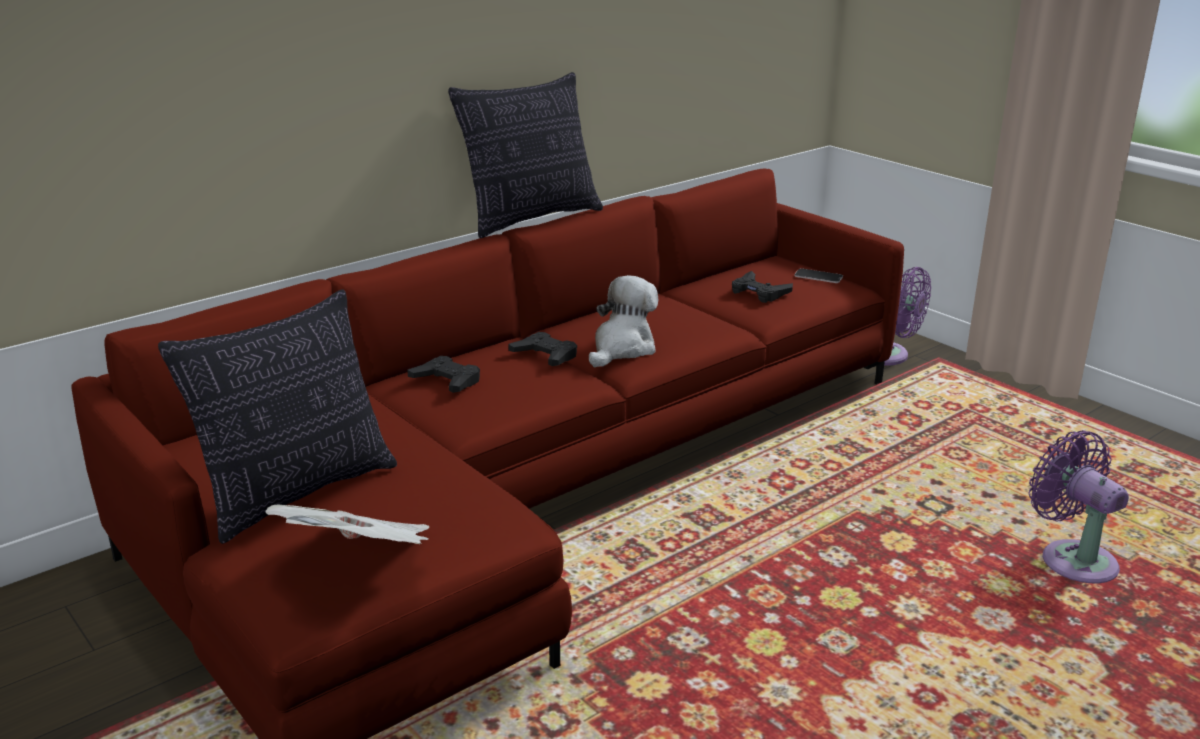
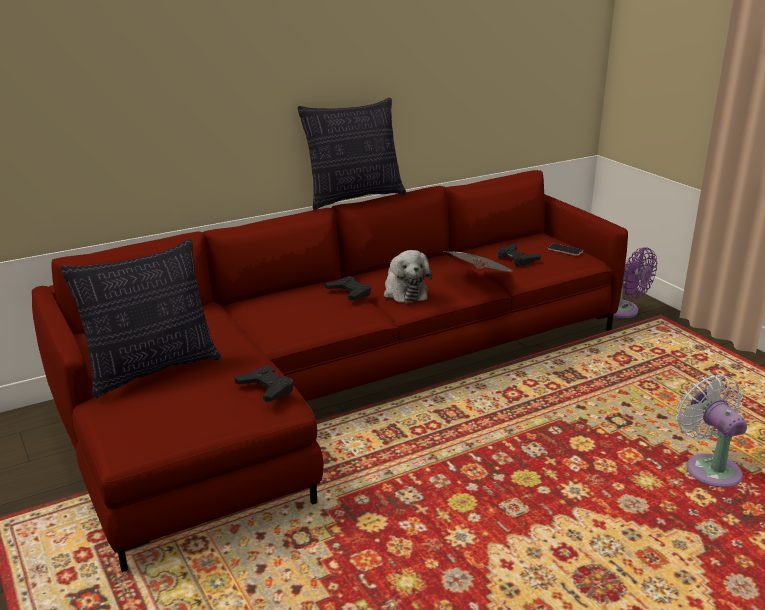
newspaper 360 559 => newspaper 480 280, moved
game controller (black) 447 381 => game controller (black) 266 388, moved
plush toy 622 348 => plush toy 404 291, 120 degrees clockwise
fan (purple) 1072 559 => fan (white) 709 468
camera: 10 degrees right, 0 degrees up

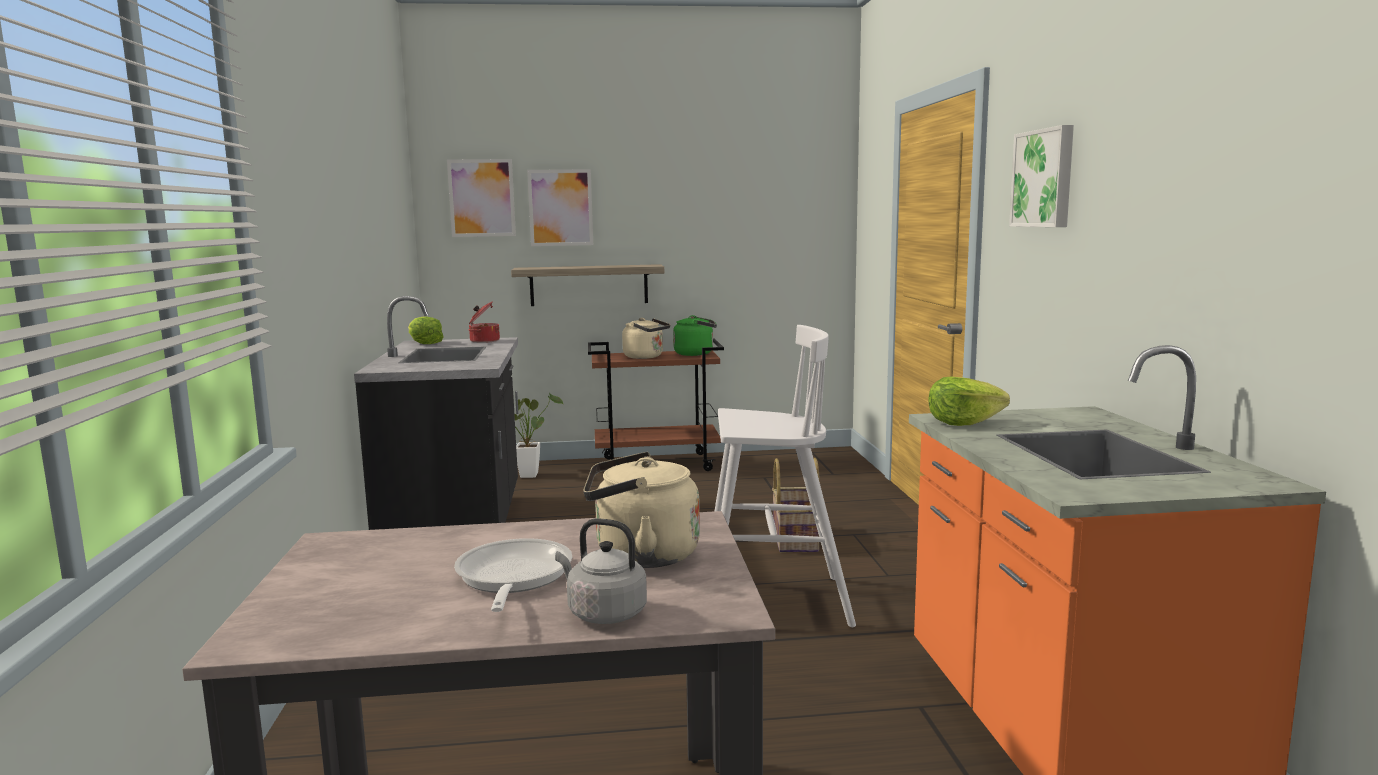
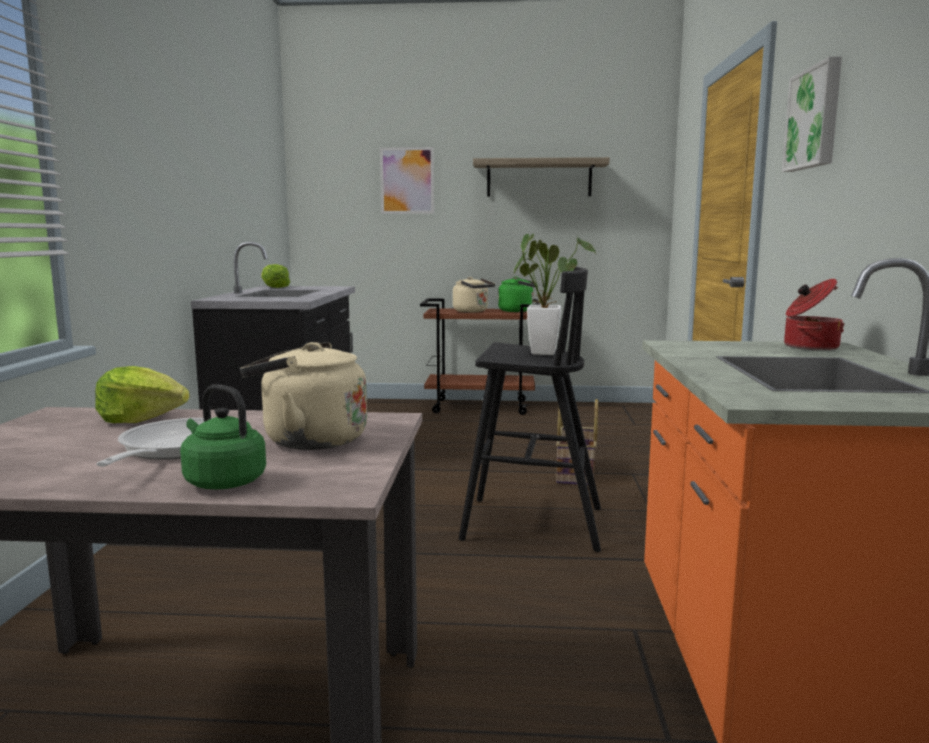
picture 481 198 => nothing
cooking pot 484 341 => cooking pot 809 347, moved
shelf 589 285 => shelf 539 178, moved
potted plant 530 474 => potted plant 544 351, moved
kettle (grey) 603 613 => kettle (green) 222 481
stool (white) 771 602 => stool (black) 529 523
lettuce 963 422 => lettuce 142 419, moved
camera: 10 degrees right, 0 degrees up

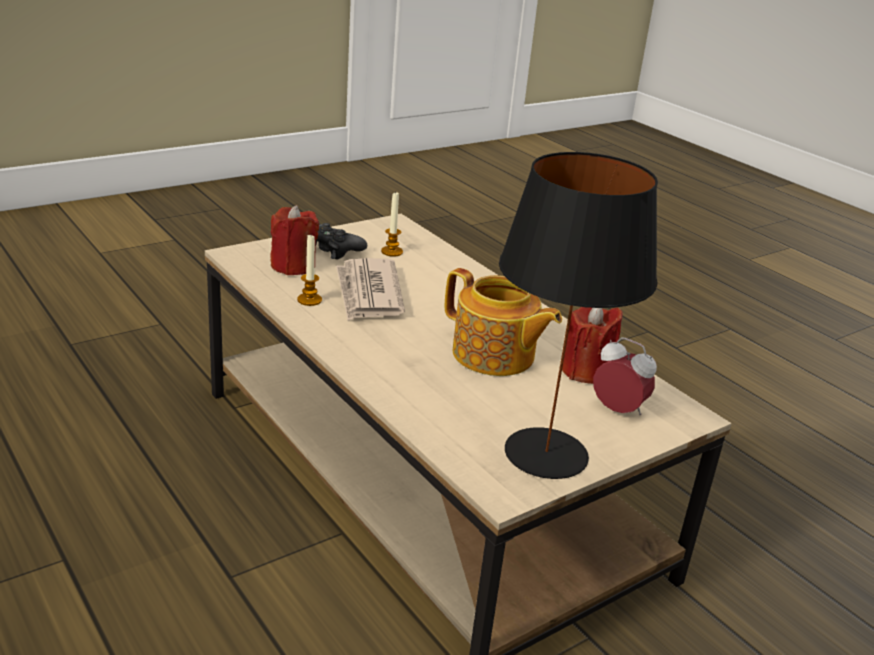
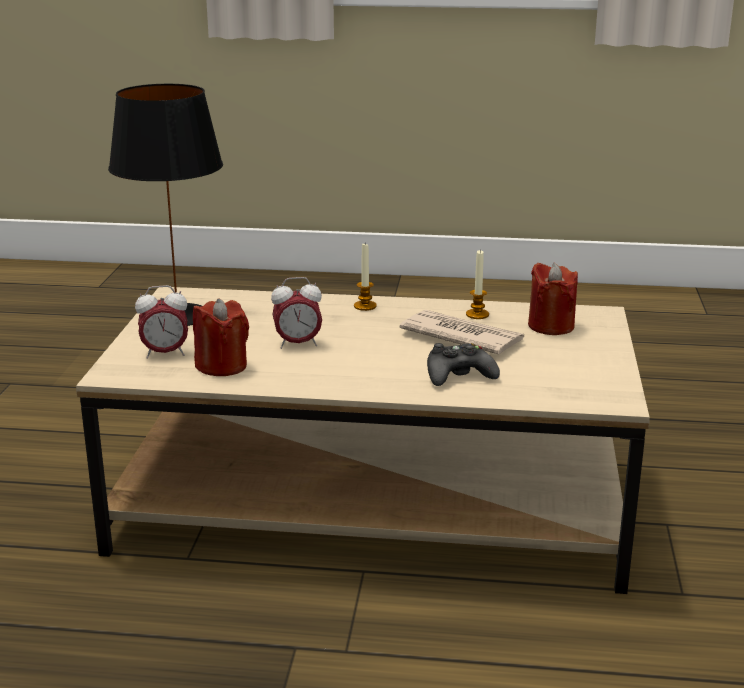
game controller (black) 332 249 => game controller (black) 459 375, moved
candle 392 252 => candle 365 306, moved
teapot 494 356 => alarm clock 298 344
camera: 135 degrees right, 5 degrees down

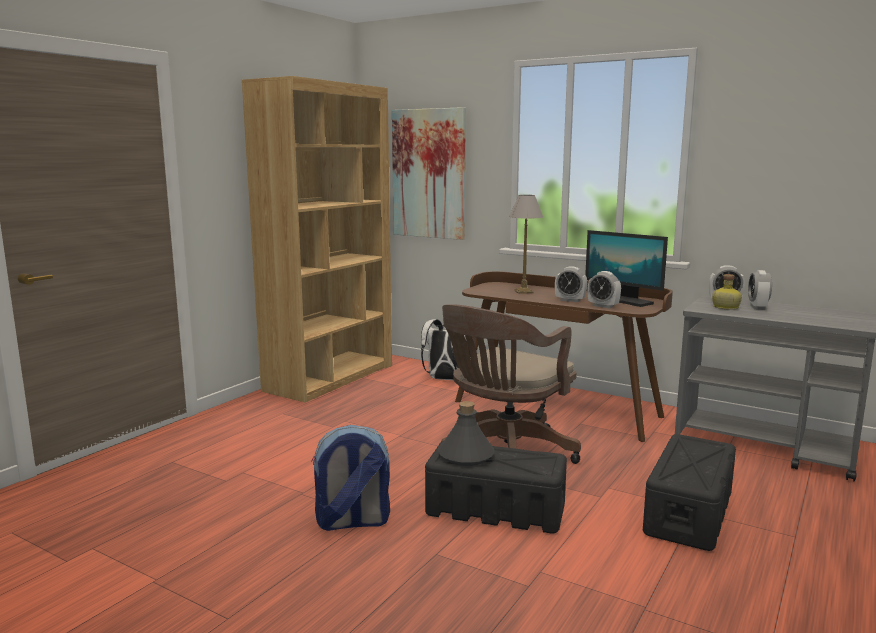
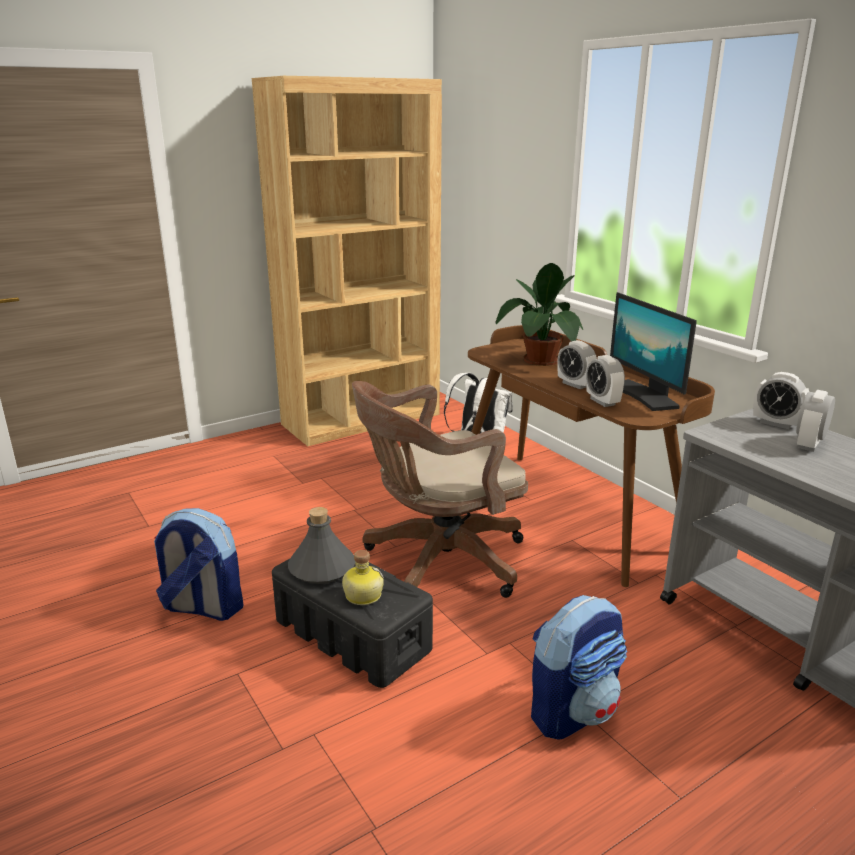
picture 429 174 => nothing
table lamp 523 291 => potted plant 540 360
storage box (black) 689 512 => backpack 573 710
bottle 725 307 => bottle 362 595, moved
camera: 25 degrees right, 10 degrees up

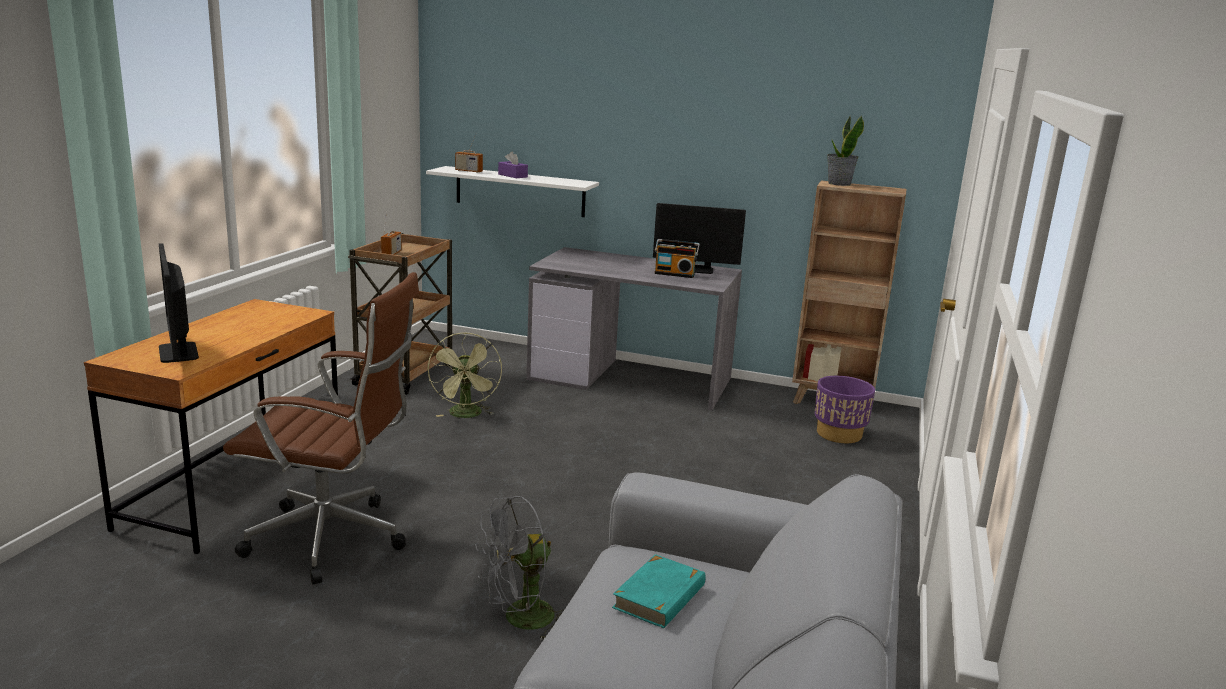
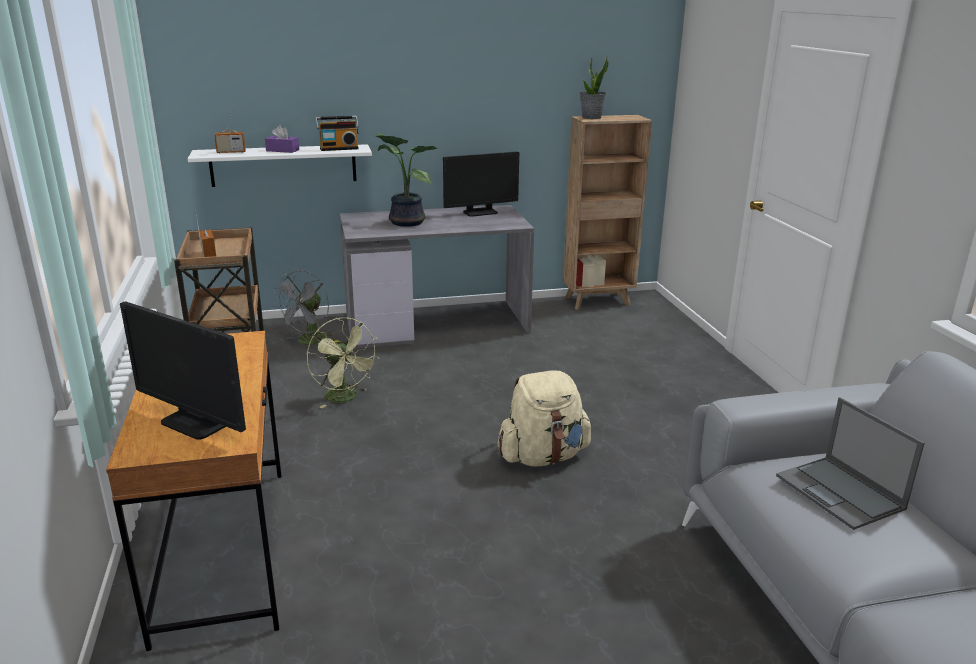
office chair (brown) 334 540 => nothing
fan (grey) 520 620 => fan (grey) 309 342, moved
book (turquoise) 660 596 => laptop 841 493
radio 674 274 => radio 339 148, moved
planter (purple) 839 434 => nothing
nothing => potted plant 404 222
nothing => backpack (beige) 543 456
camera: 30 degrees left, 5 degrees up

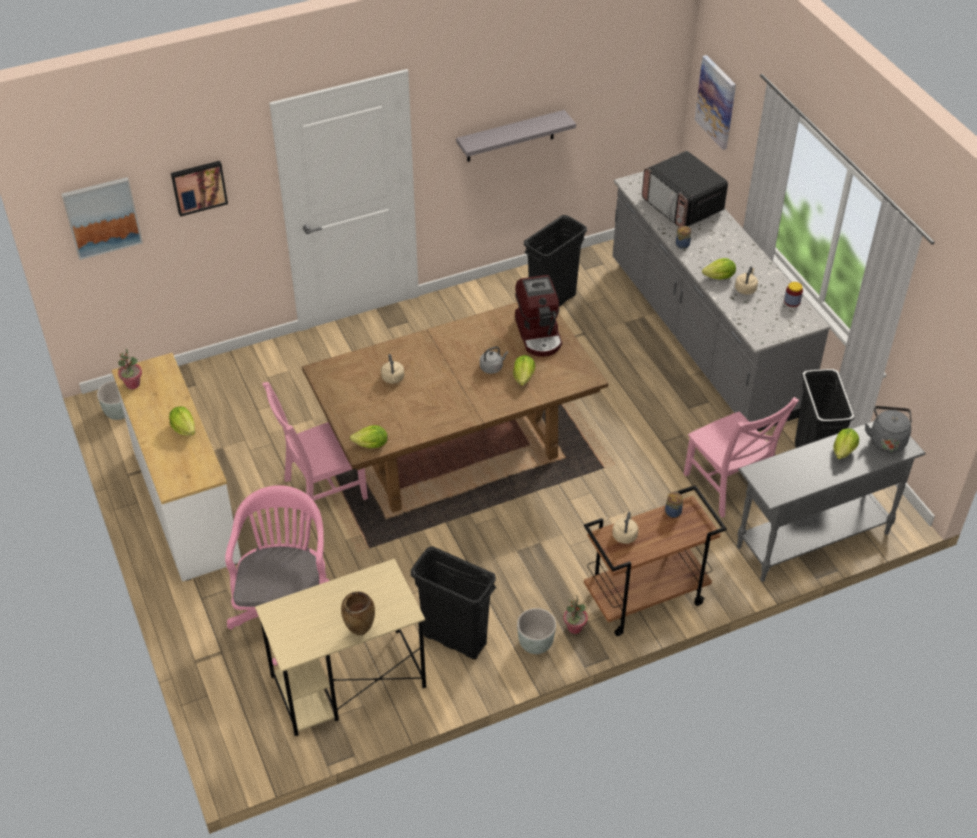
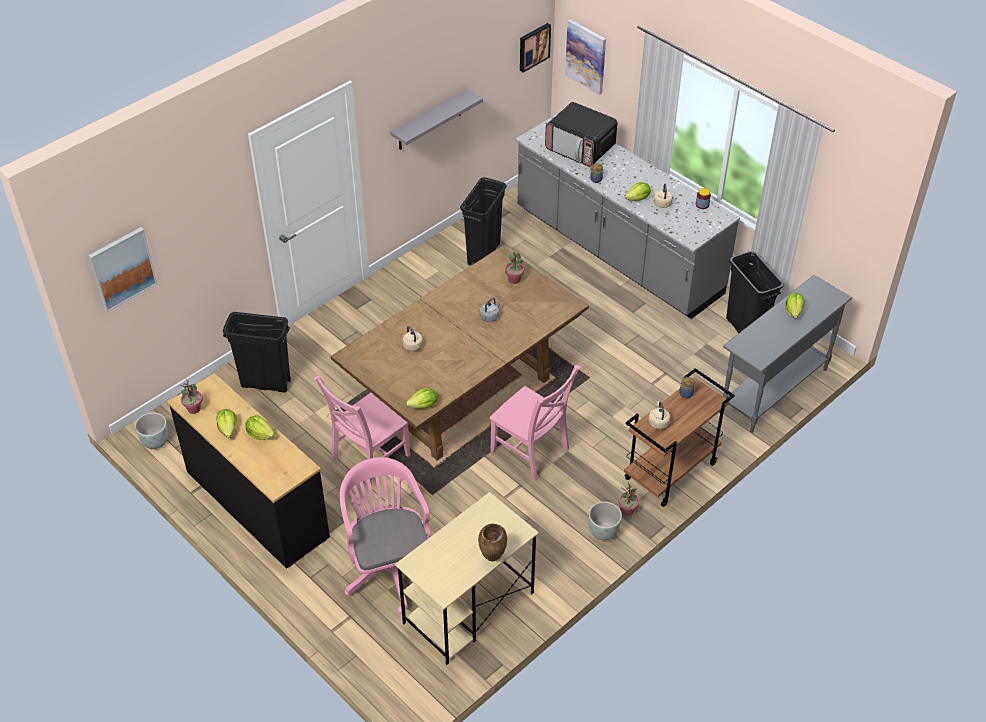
dresser (white) 185 506 => dresser (black) 256 504
picture 198 187 => picture 533 46, moved
trash can (black) 454 639 => trash can (black) 265 383, moved
lettuce 523 377 => lettuce 228 429, moved
coffee machine 539 334 => potted plant 514 280
chair (pink) 729 486 => chair (pink) 532 452, moved
kettle (grey) 886 440 => nothing
camera: 20 degrees left, 0 degrees up

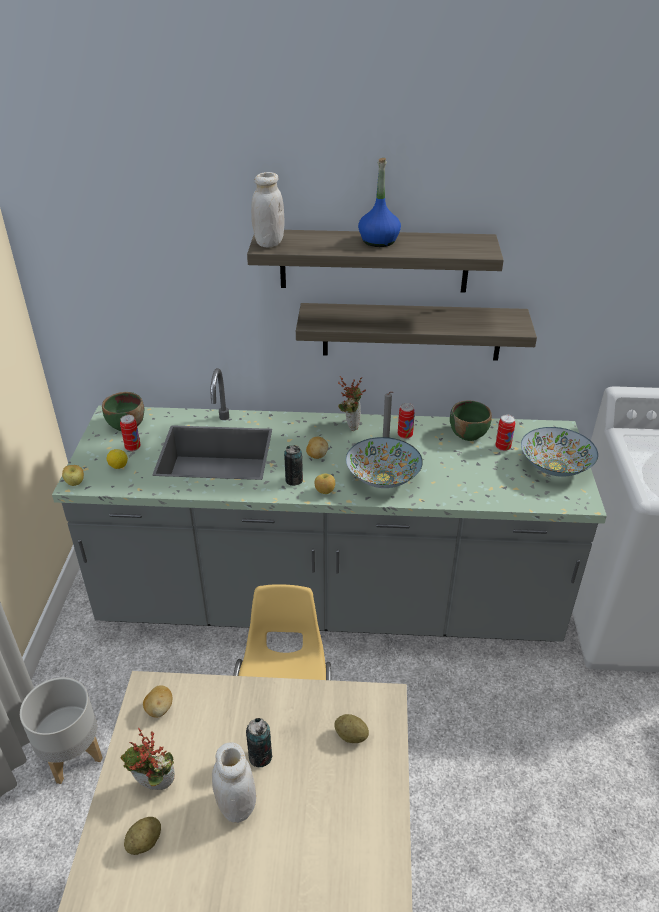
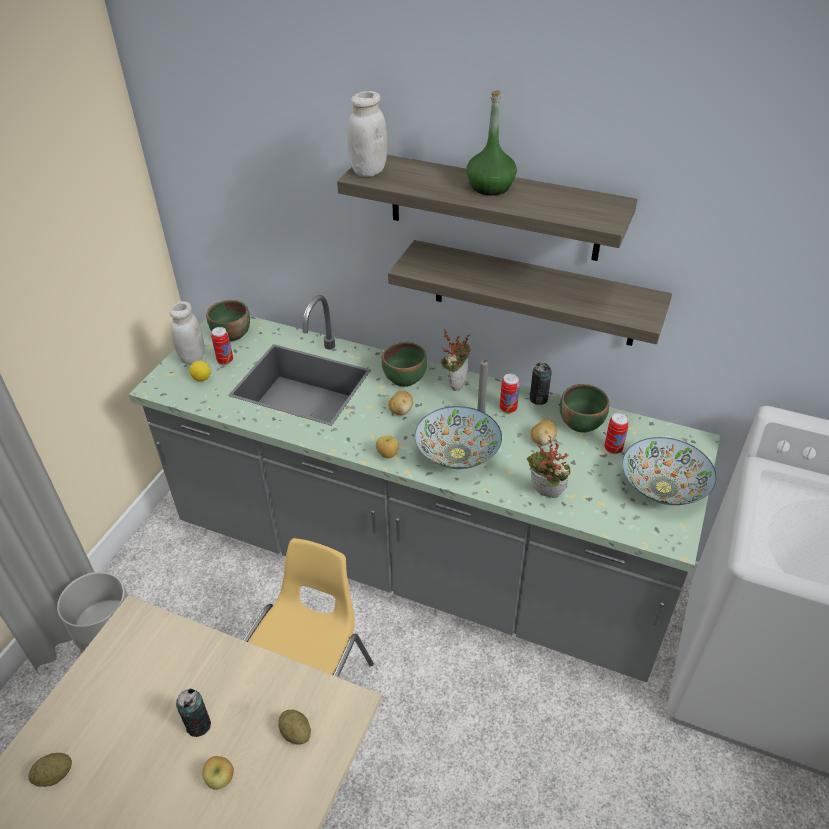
apple 75 483 => apple 221 779, moved
potted plant 154 788 => potted plant 544 495, moved
potato 159 709 => potato 542 441, moved
jar (white) 236 806 => jar (white) 192 357, moved
can 294 480 => can 538 399, moved
bottle (blue) 378 241 => bottle (green) 490 187
nothing => bowl (green) 405 378
camera: 20 degrees right, 5 degrees up

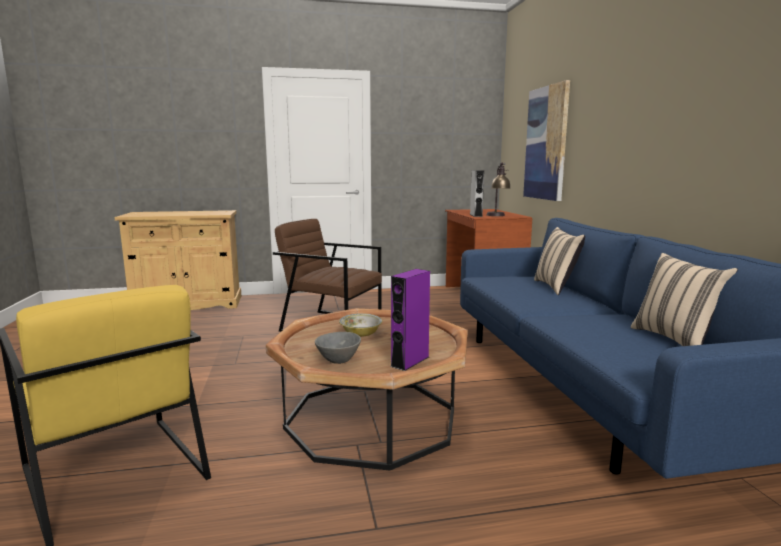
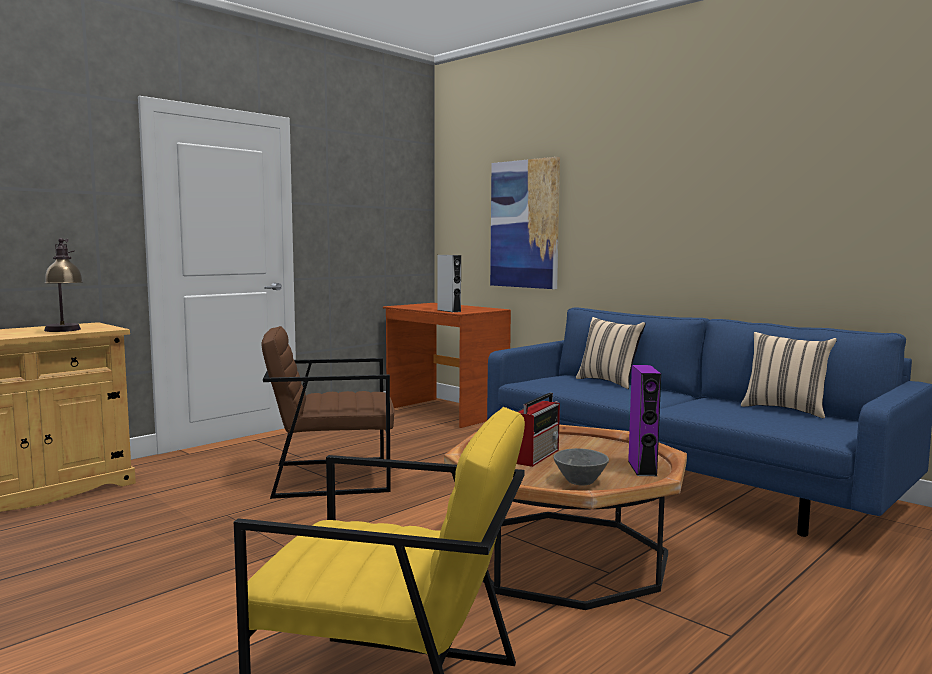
bowl 361 334 => radio 537 456
table lamp 497 216 => table lamp 65 331, moved
camera: 35 degrees left, 5 degrees down

